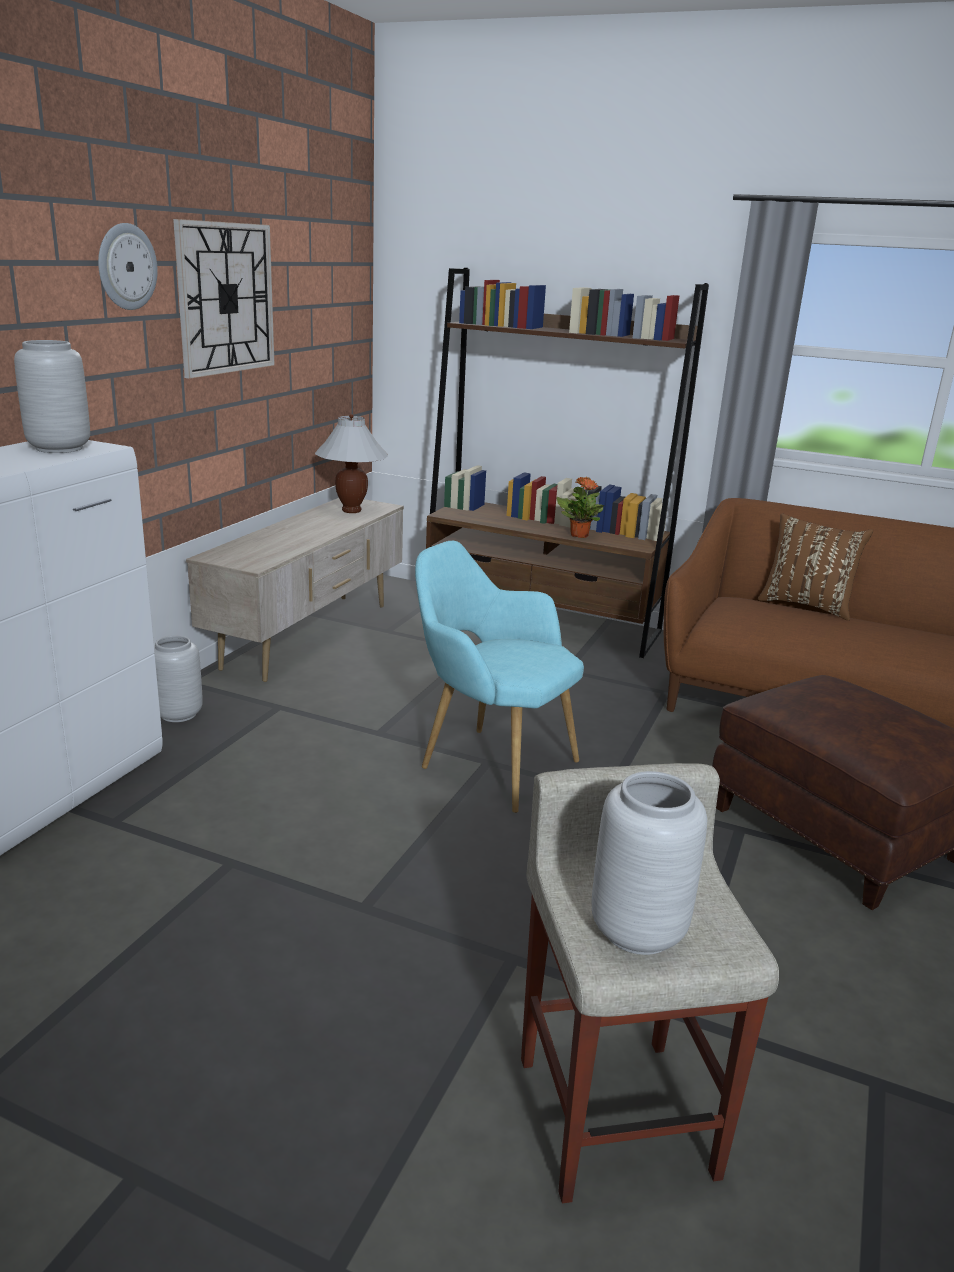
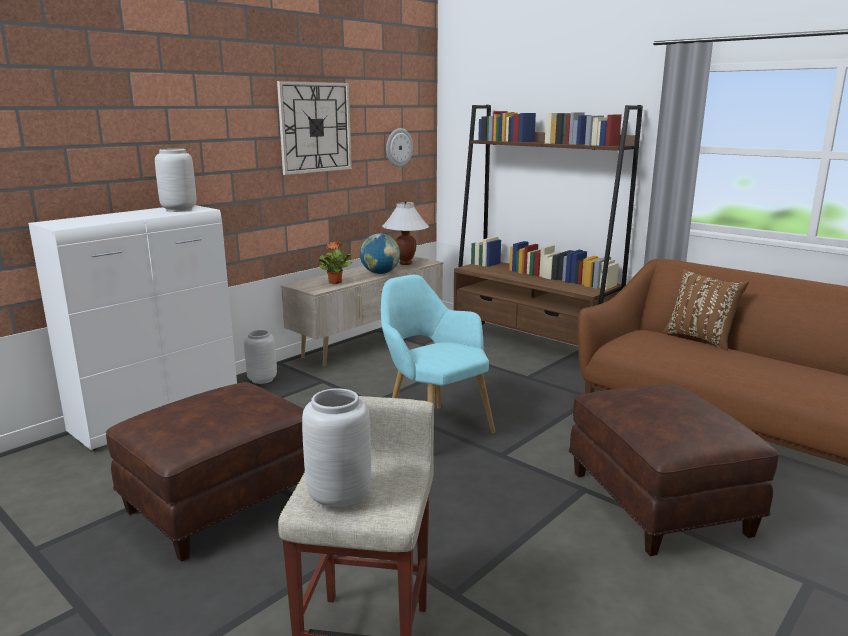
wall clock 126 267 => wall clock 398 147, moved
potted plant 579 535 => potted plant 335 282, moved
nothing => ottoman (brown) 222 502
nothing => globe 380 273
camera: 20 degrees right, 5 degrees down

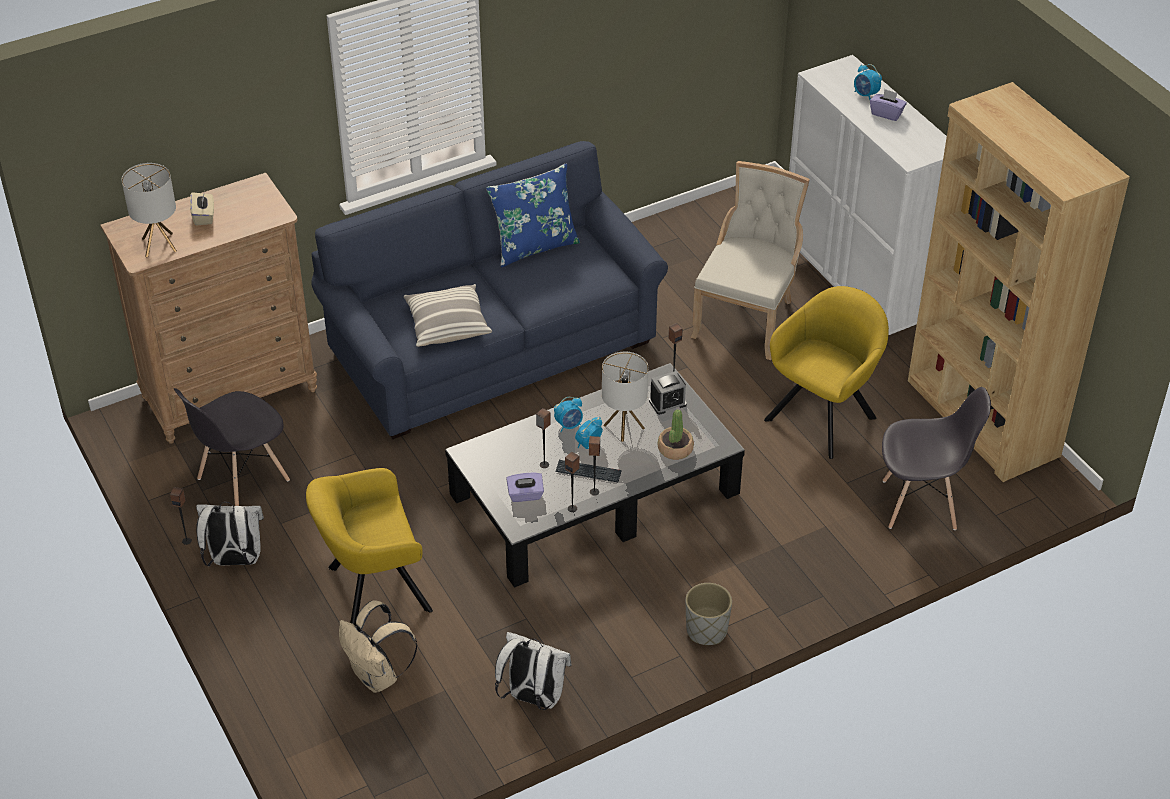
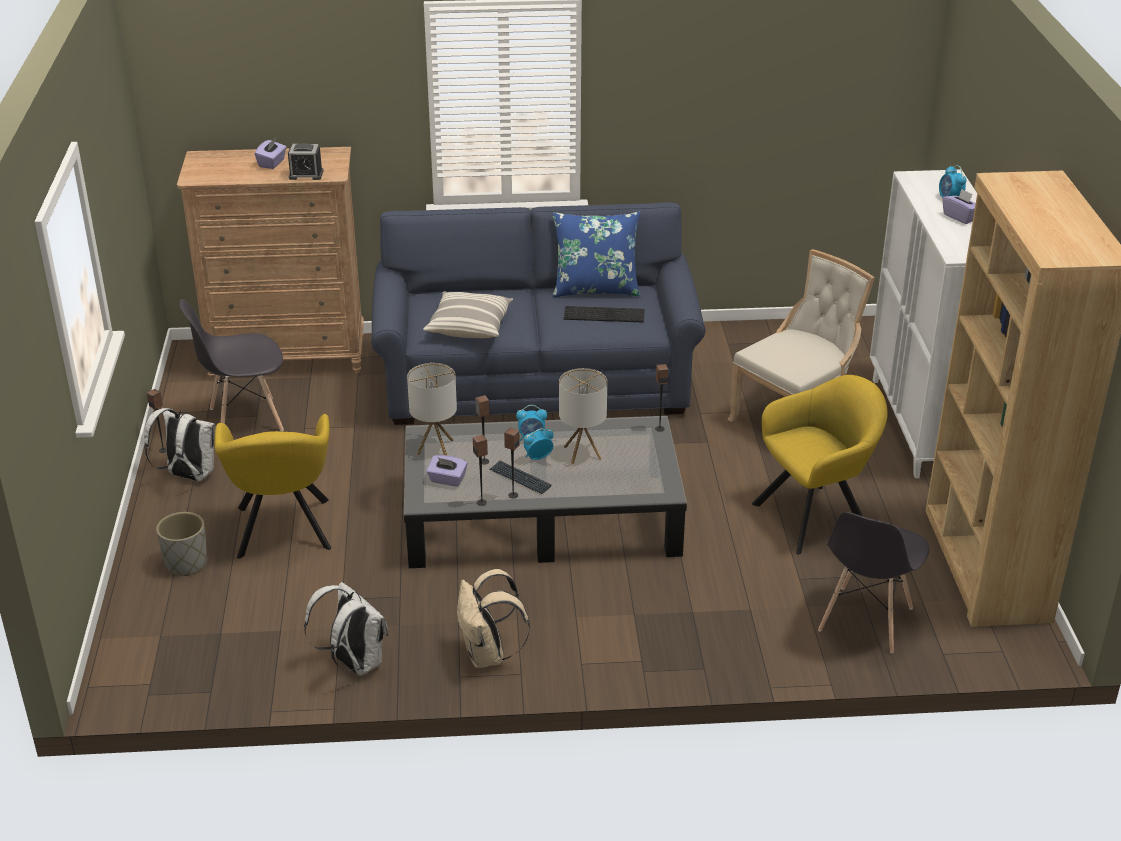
table lamp 159 244 => table lamp 435 447, moved
tissue box (beige) 204 216 => tissue box (purple) 272 163
armchair (yellow) 372 590 => armchair (yellow) 283 532, 105 degrees counterclockwise
backpack (beige) 378 676 => backpack (beige) 488 655, moved
alarm clock 667 403 => alarm clock 306 175, moved
potted plant 675 448 => nothing
planter (grey) 707 631 => planter (grey) 186 563, moved
chair (grey) 920 505 => chair (grey) 865 620, 90 degrees clockwise
nothing => keyboard 605 314
camera: 25 degrees right, 10 degrees down

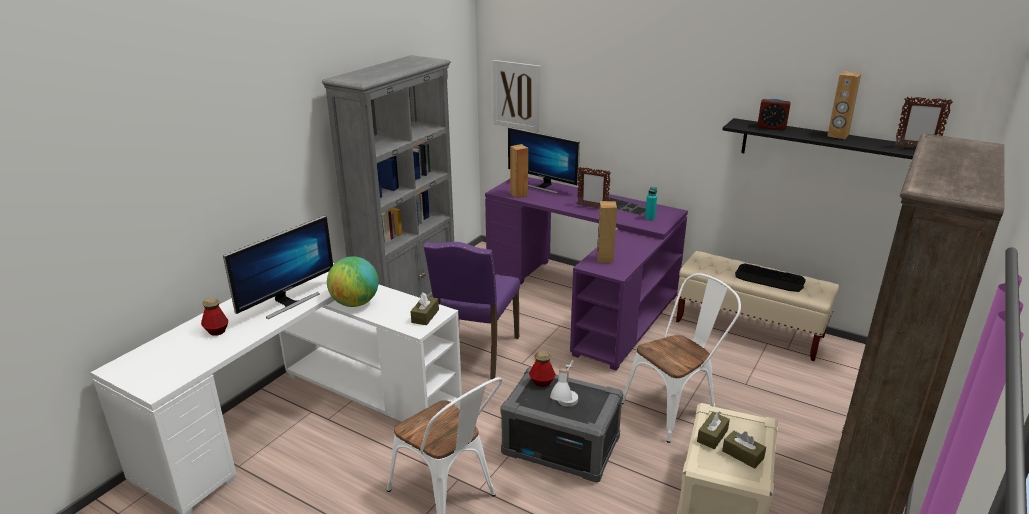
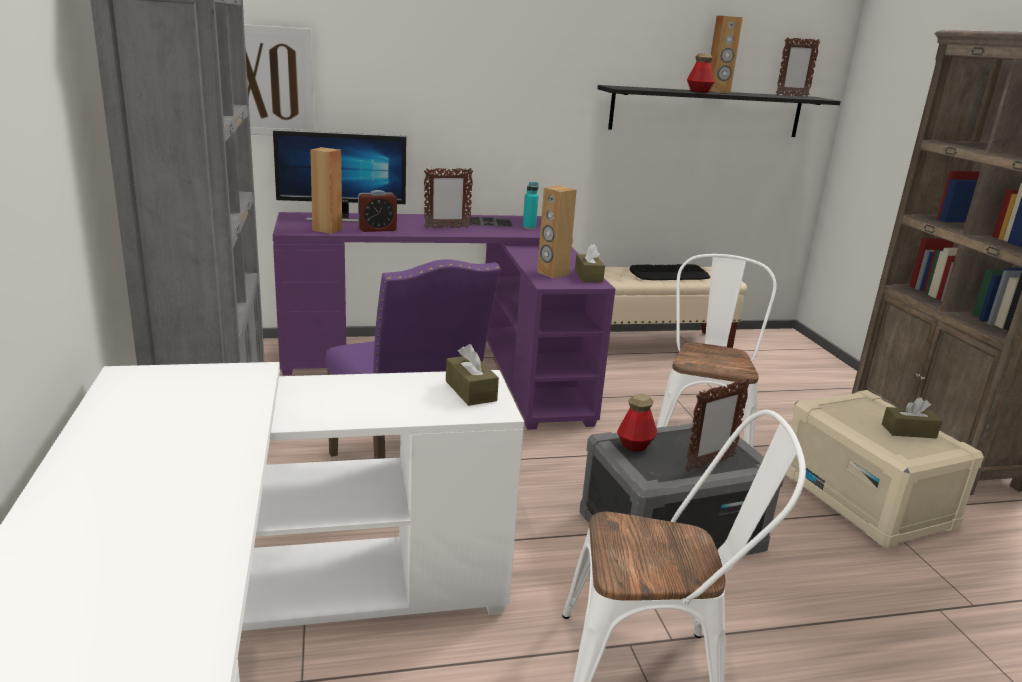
bottle 216 331 => bottle 699 91, moved
monitor 287 302 => nothing
globe 355 303 => nothing
table lamp (white) 565 410 => picture frame 709 463
tissue box (brown) 712 436 => tissue box (brown) 588 276, moved
alarm clock 771 127 => alarm clock 377 229, moved
camera: 45 degrees left, 5 degrees down

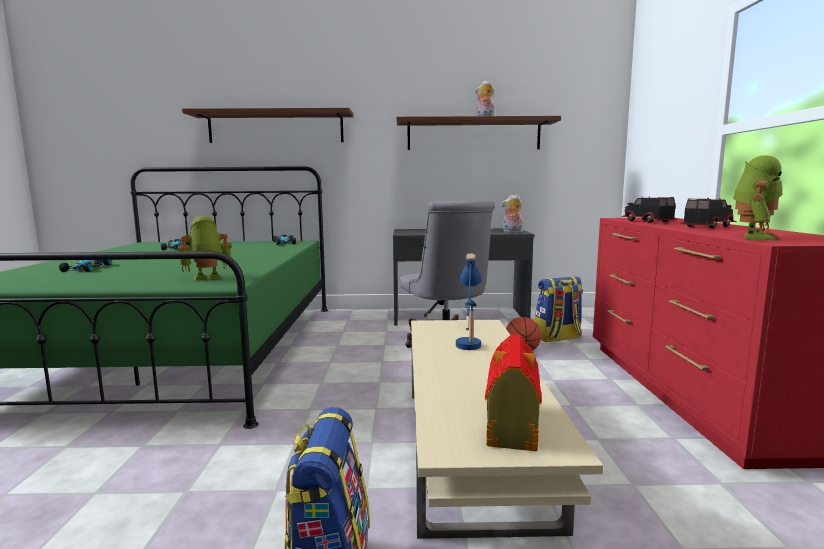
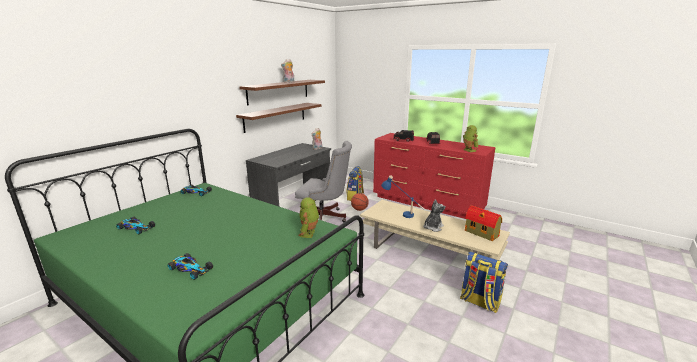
shelf 276 128 => shelf 275 116, moved
nothing => plush toy 432 227
camera: 55 degrees left, 10 degrees up

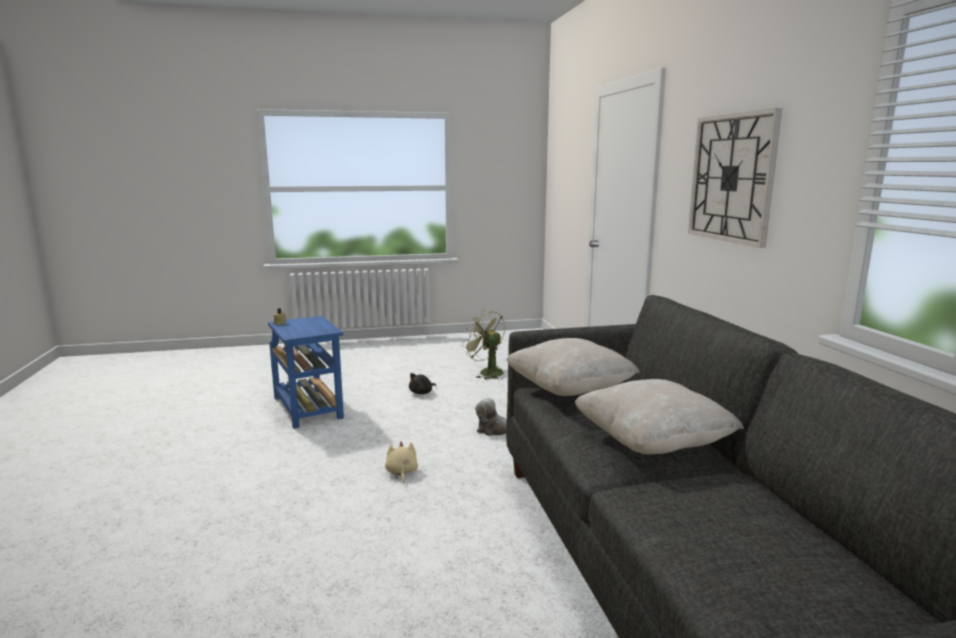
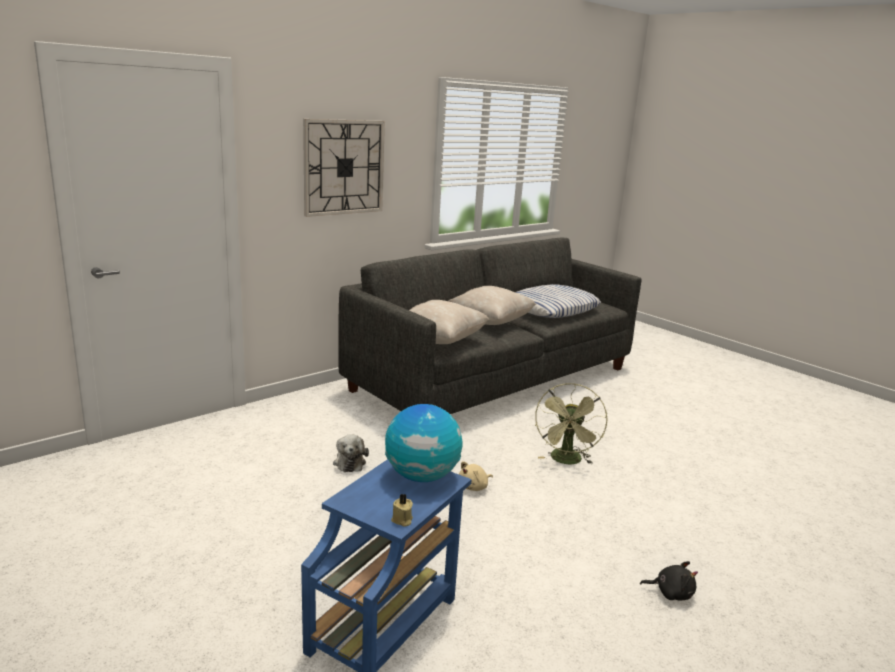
plush toy (black) 422 392 => plush toy (black) 671 593, moved
fan (green) 486 372 => fan (green) 566 461, moved
nothing => globe 422 476
nothing => pillow 553 308
camera: 120 degrees left, 5 degrees up

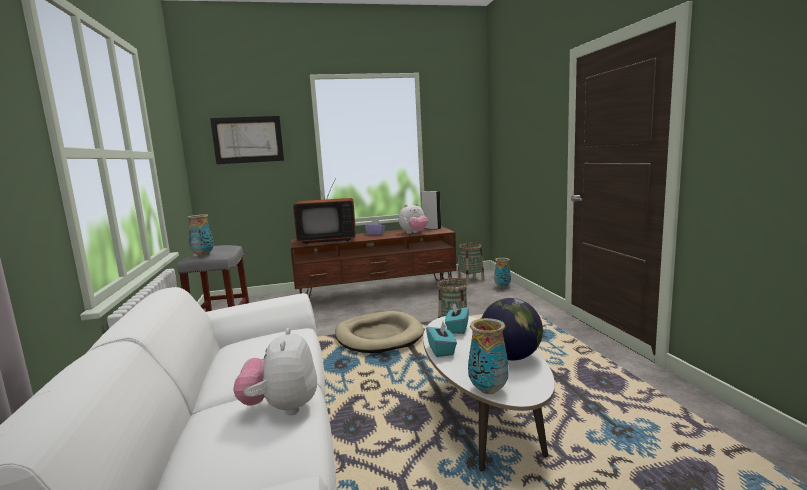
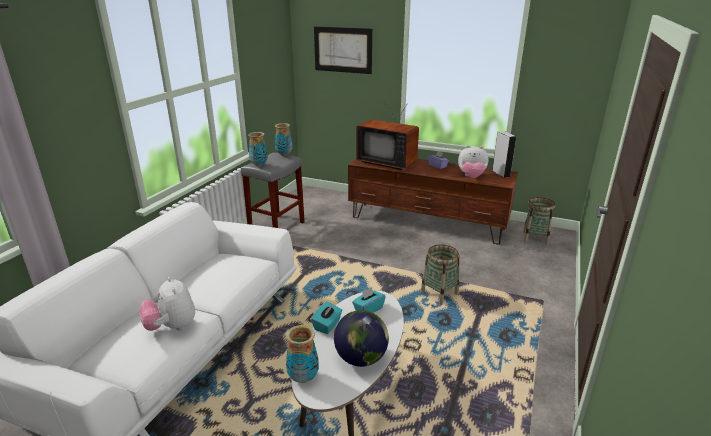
plush toy 282 408 => plush toy 172 327, 60 degrees counterclockwise
dog bed (beige) 379 336 => nothing
vase 502 287 => vase 284 154, moved
camera: 35 degrees right, 15 degrees up

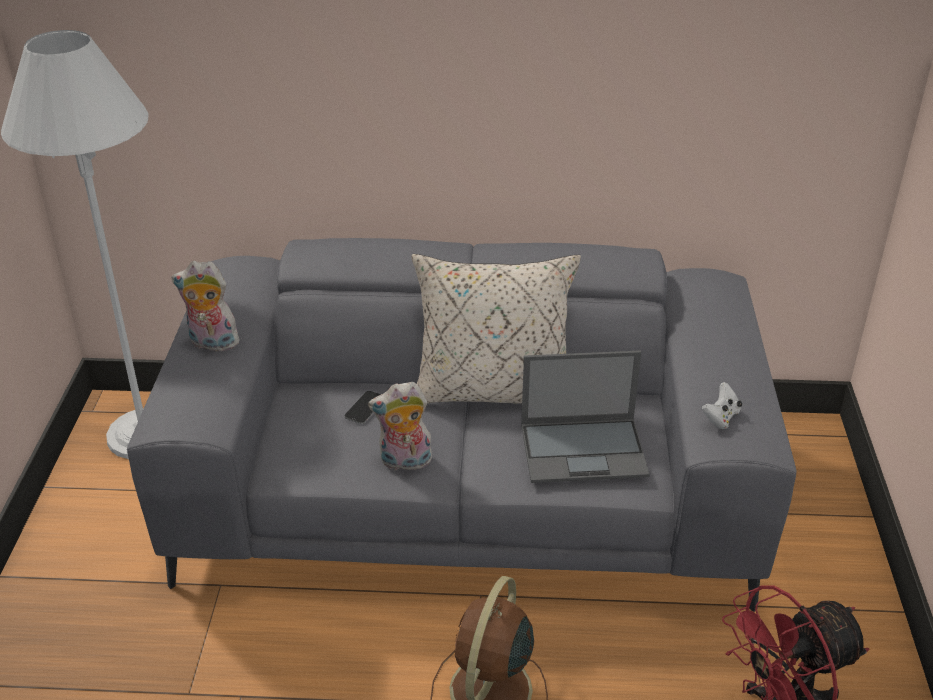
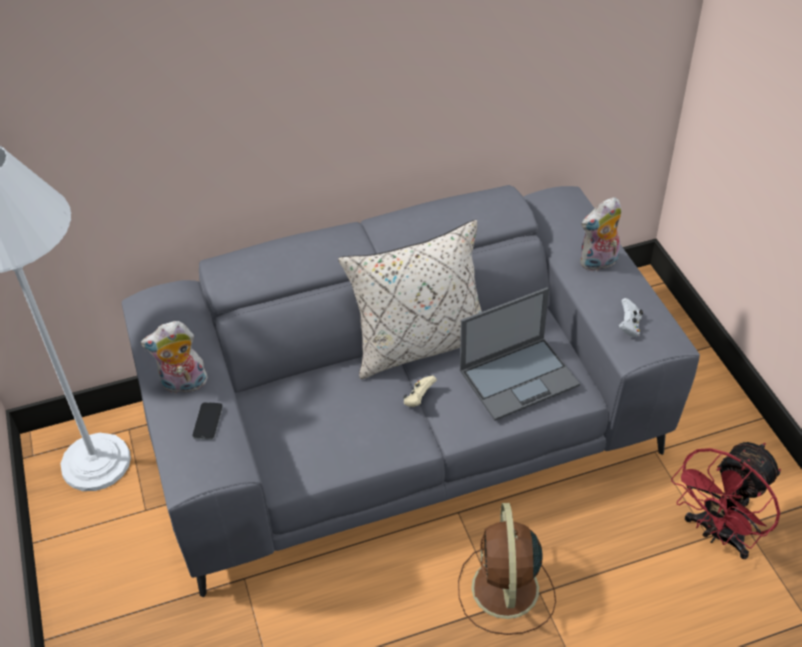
phone 365 408 => phone 208 422, moved
plush toy 404 462 => plush toy 598 263, moved
nothing => game controller (beige) 419 399
camera: 20 degrees left, 10 degrees up

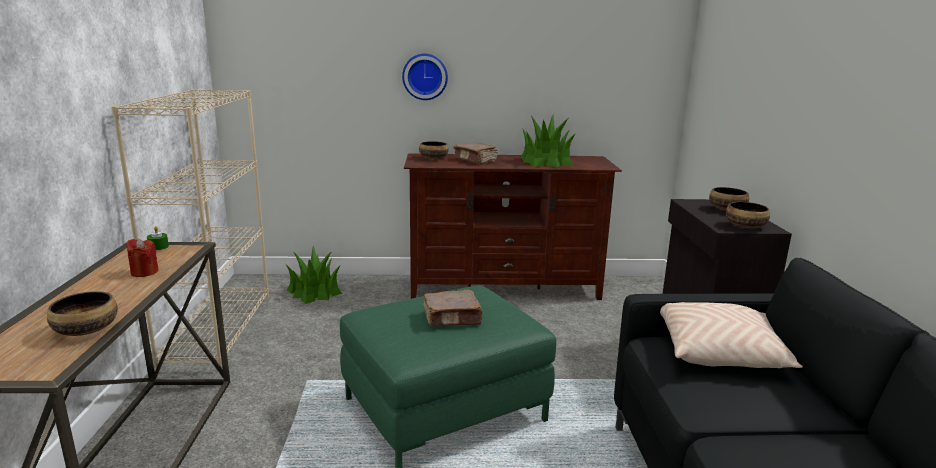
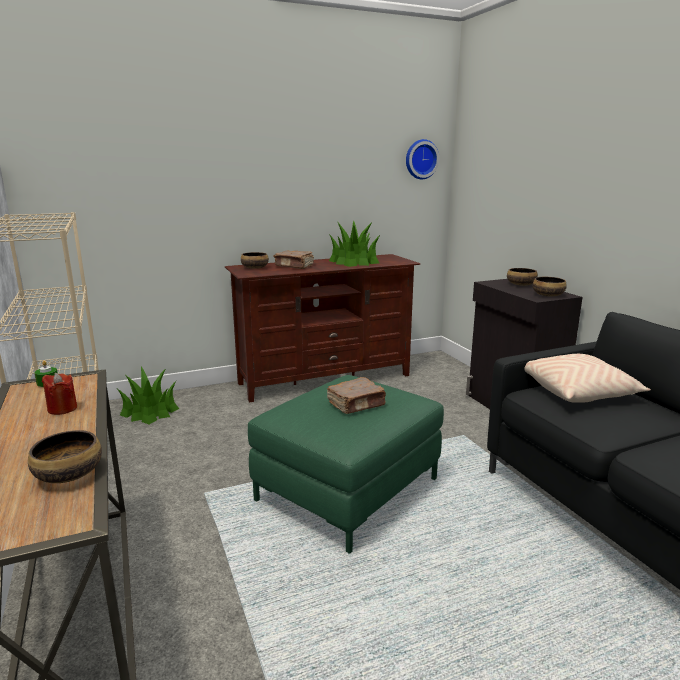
wall clock 425 76 => wall clock 420 159, moved
camera: 20 degrees left, 0 degrees up

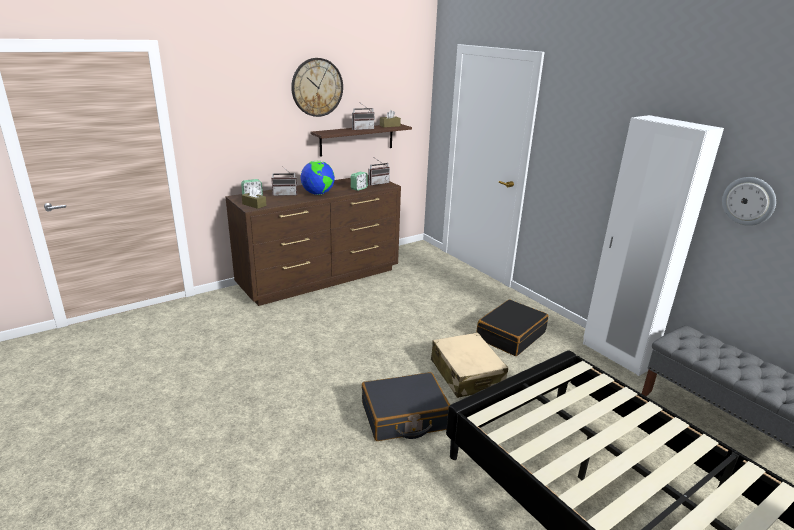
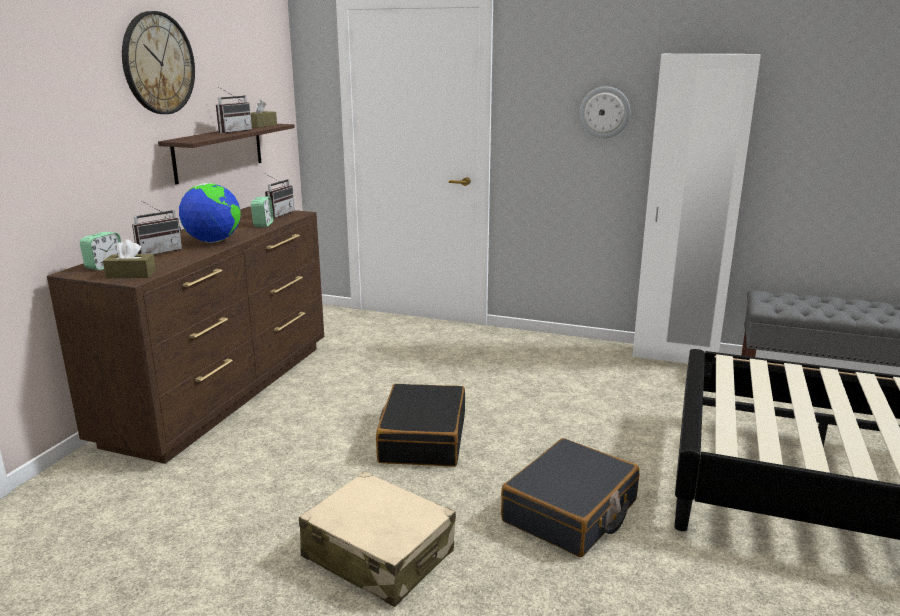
suitcase (beige) 466 374 => suitcase (beige) 378 554, moved
suitcase (black) 510 335 => suitcase (black) 422 439, moved
wall clock 749 201 => wall clock 604 112, moved
camera: 35 degrees left, 5 degrees down

